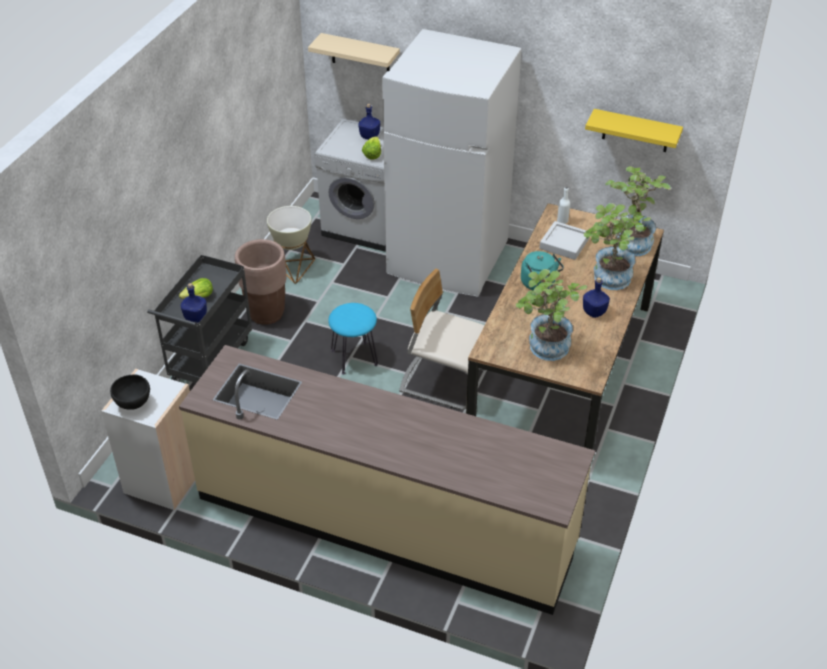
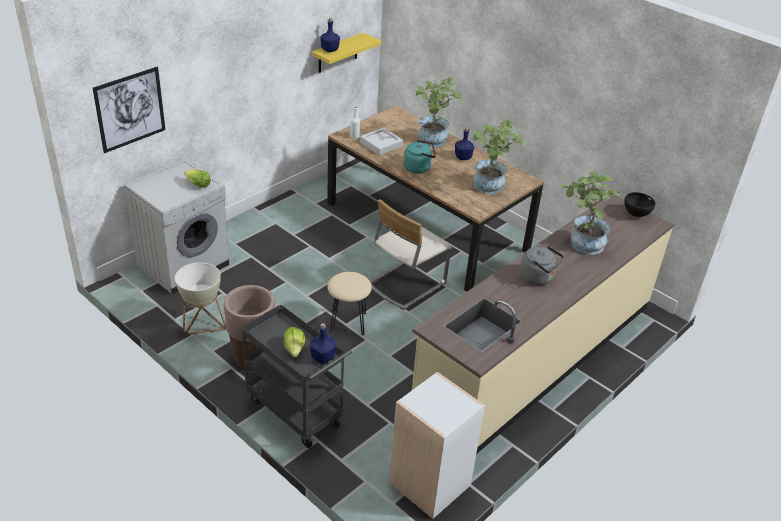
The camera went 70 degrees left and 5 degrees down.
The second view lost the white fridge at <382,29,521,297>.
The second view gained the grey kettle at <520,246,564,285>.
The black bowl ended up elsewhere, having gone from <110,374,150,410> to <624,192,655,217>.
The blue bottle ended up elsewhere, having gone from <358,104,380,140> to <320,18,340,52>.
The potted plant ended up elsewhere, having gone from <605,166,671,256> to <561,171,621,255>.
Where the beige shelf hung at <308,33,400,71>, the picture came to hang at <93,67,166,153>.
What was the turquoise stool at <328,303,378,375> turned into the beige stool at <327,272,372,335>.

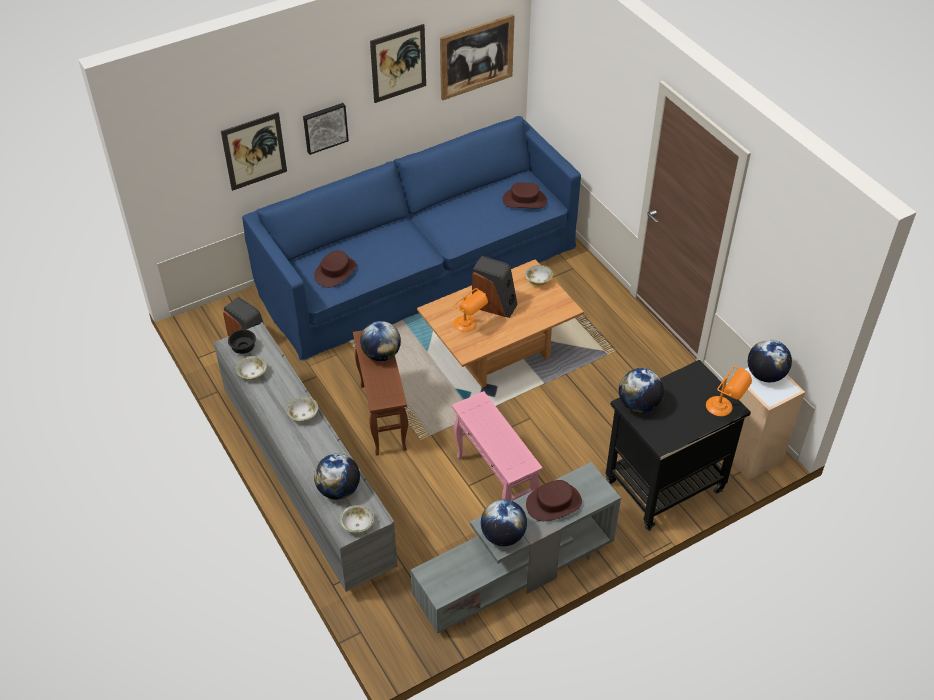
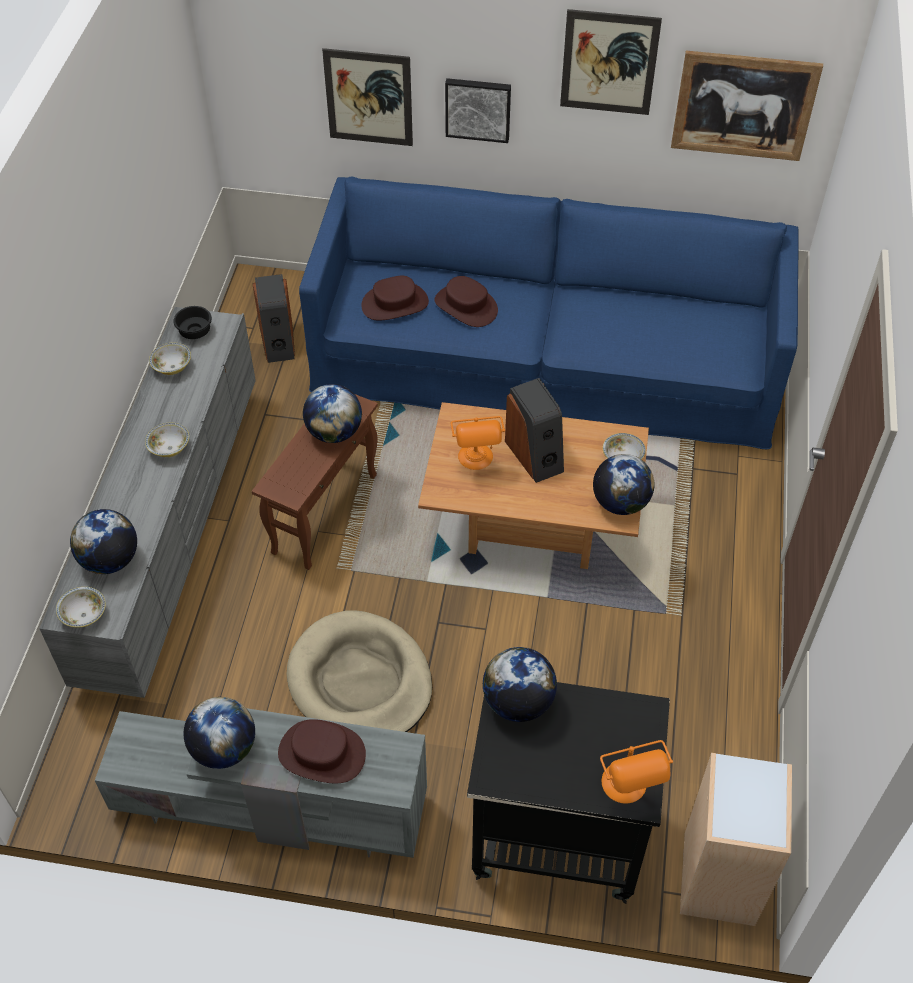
The camera went 40 degrees right and 5 degrees up.
The brown hat ended up elsewhere, having gone from <502,182,547,208> to <434,276,498,327>.
The globe ended up elsewhere, having gone from <748,340,792,382> to <593,454,655,515>.
Where the pink side table stood at <452,391,543,501>, the beige dog bed came to stand at <287,610,432,732>.

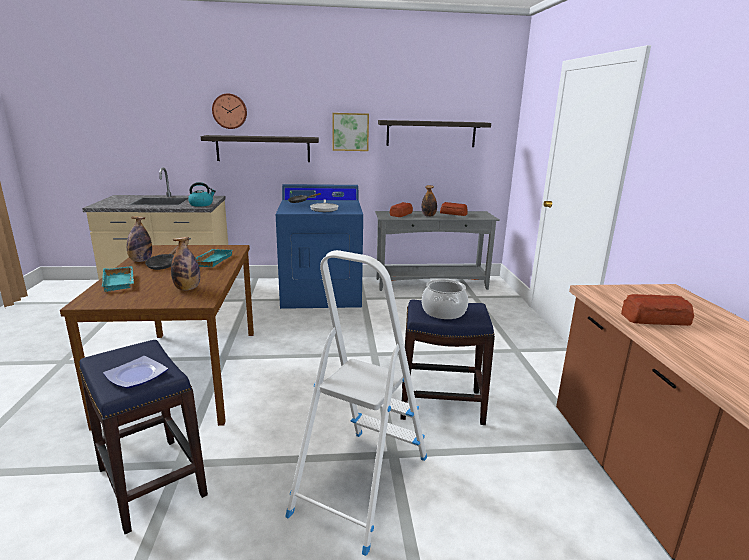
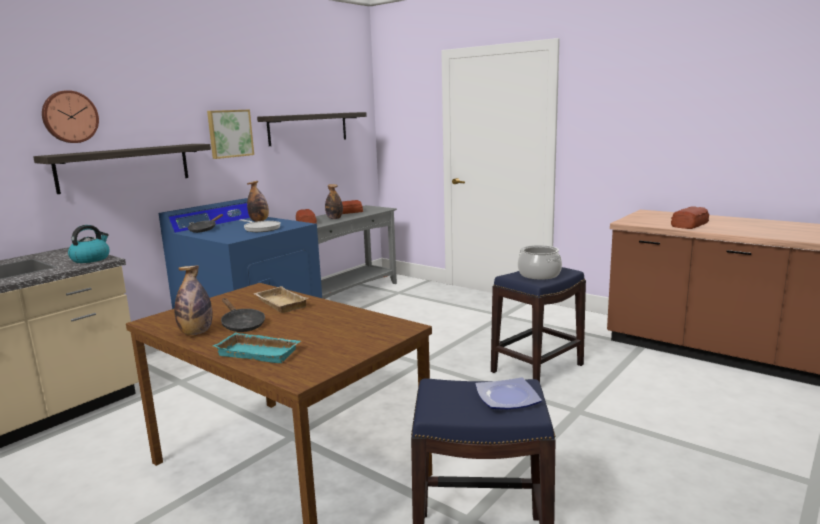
The camera went 45 degrees left and 5 degrees down.
The second view lost the white step ladder at <285,250,427,556>.
The bottle ended up elsewhere, having gone from <171,237,200,291> to <247,181,269,222>.
What was the turquoise tray at <196,249,233,267> turned into the beige tray at <254,286,308,313>.

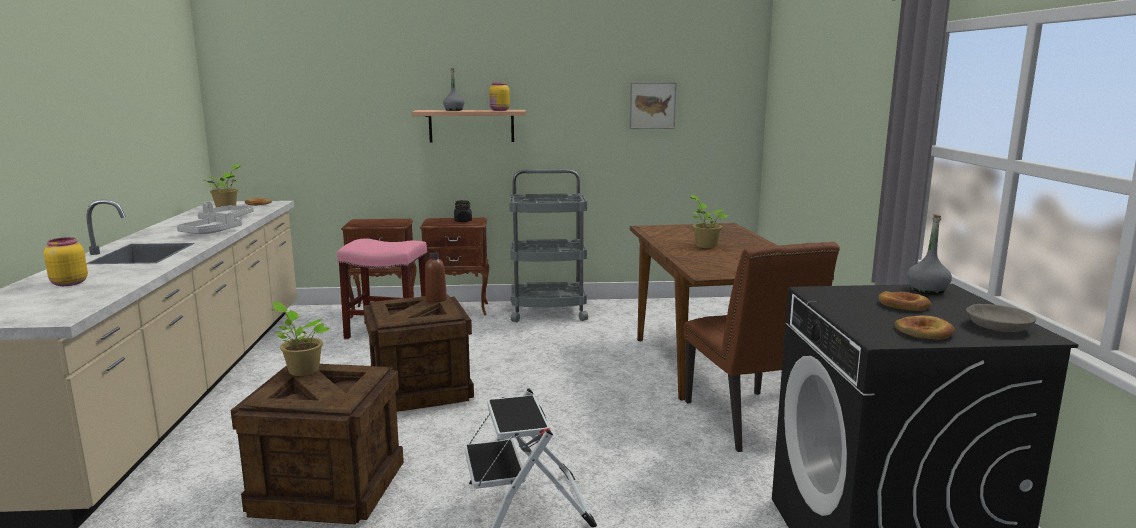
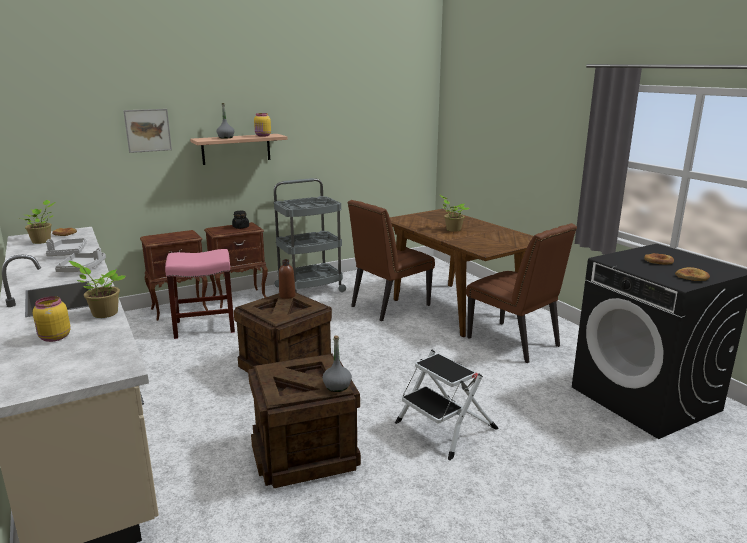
The camera went 25 degrees left and 5 degrees up.
The second view lost the grey bowl at <966,304,1036,332>.
The second view gained the brown chair at <348,200,435,321>.
The potted plant ended up elsewhere, having gone from <271,302,330,376> to <69,261,126,318>.
The picture ended up elsewhere, having gone from <629,82,676,129> to <123,109,172,153>.
The grey bottle ended up elsewhere, having gone from <907,214,952,294> to <322,335,352,392>.

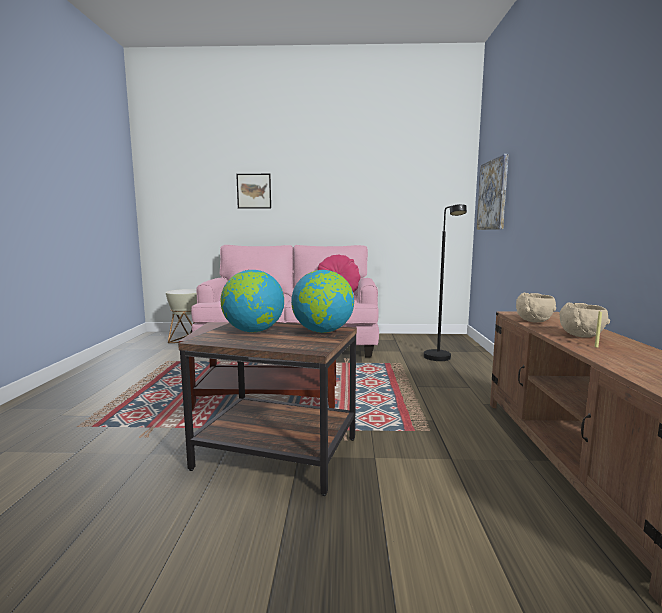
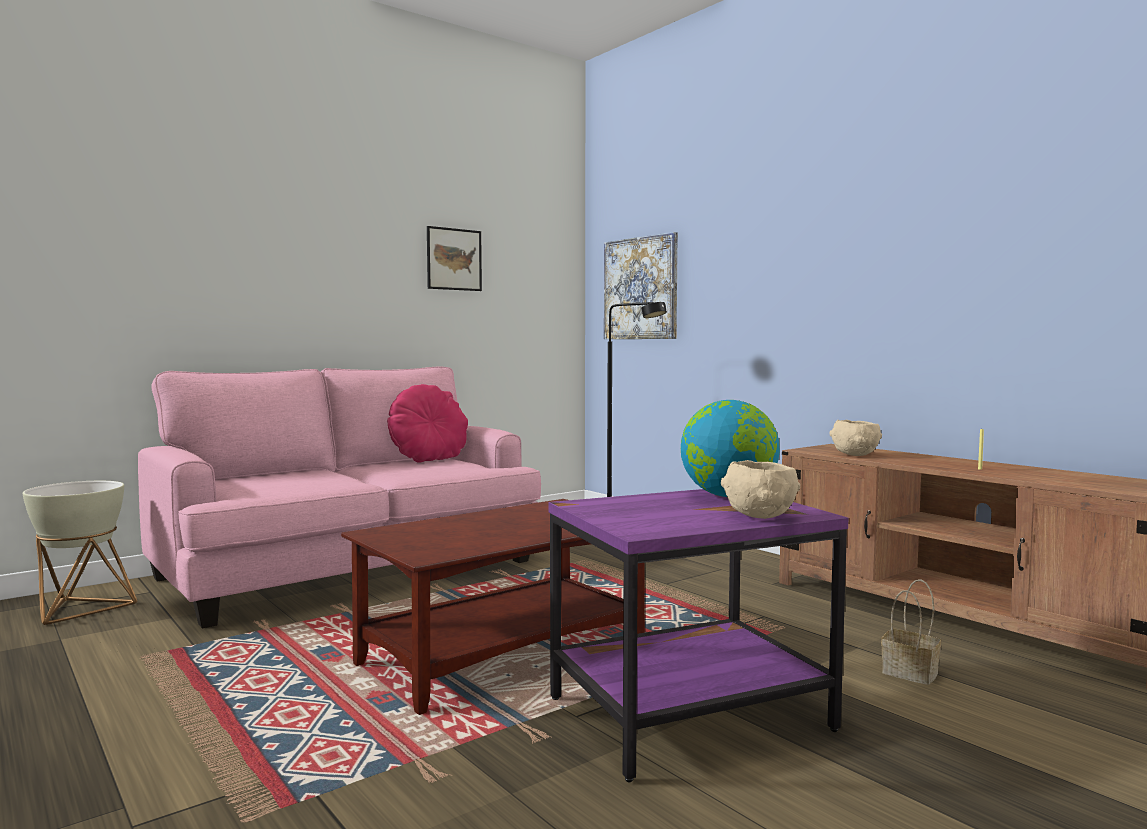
The camera went 40 degrees left and 5 degrees down.
The second view lost the globe at <221,270,284,332>.
The second view gained the basket at <881,579,941,685>.
The picture ended up elsewhere, having gone from <236,174,271,209> to <427,226,482,291>.
The beige bowl ended up elsewhere, having gone from <559,302,610,338> to <721,460,800,519>.
What was the brown side table at <178,322,357,496> turned into the purple side table at <548,489,848,782>.

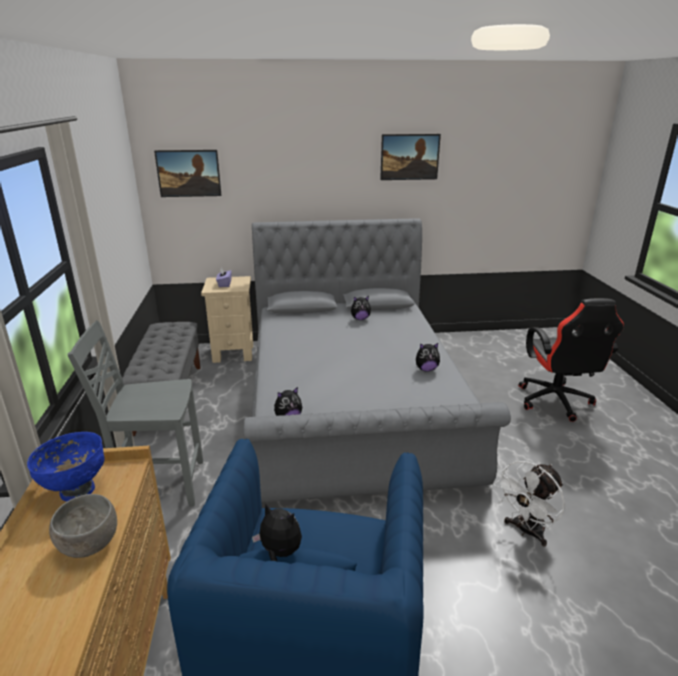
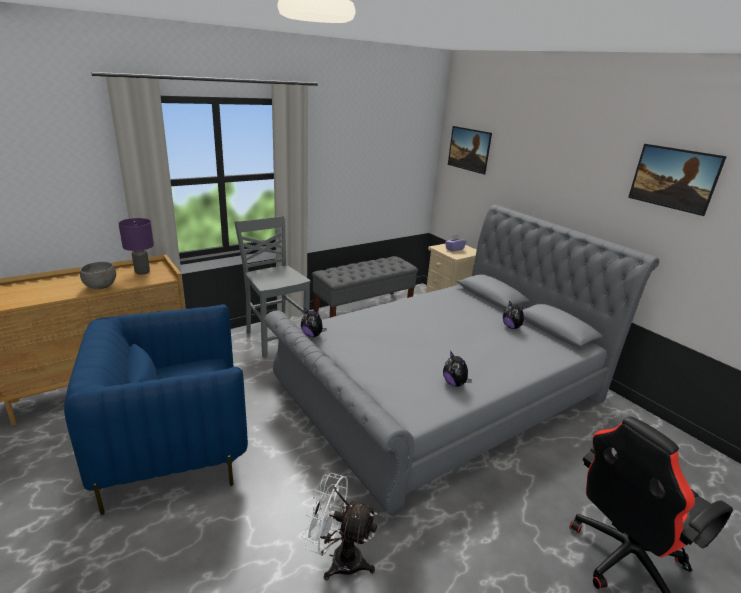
The camera went 60 degrees right and 0 degrees up.
The second view lost the plush toy at <252,503,302,561>.
Where the blue bowl stood at <27,432,104,501>, the purple table lamp came to stand at <119,218,154,275>.

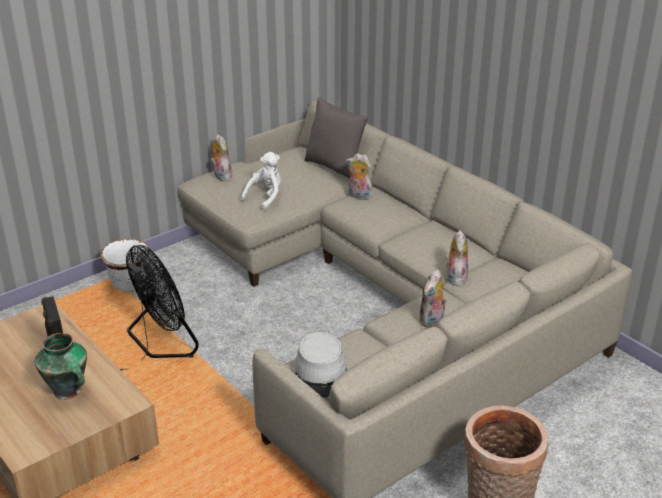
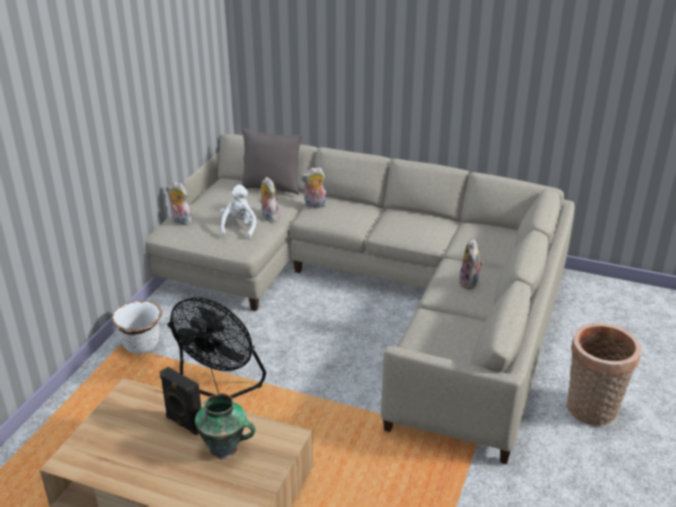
The camera went 30 degrees left and 0 degrees up.
The second view lost the grey hat at <294,332,347,397>.
The plush toy ended up elsewhere, having gone from <445,230,468,286> to <259,177,279,222>.

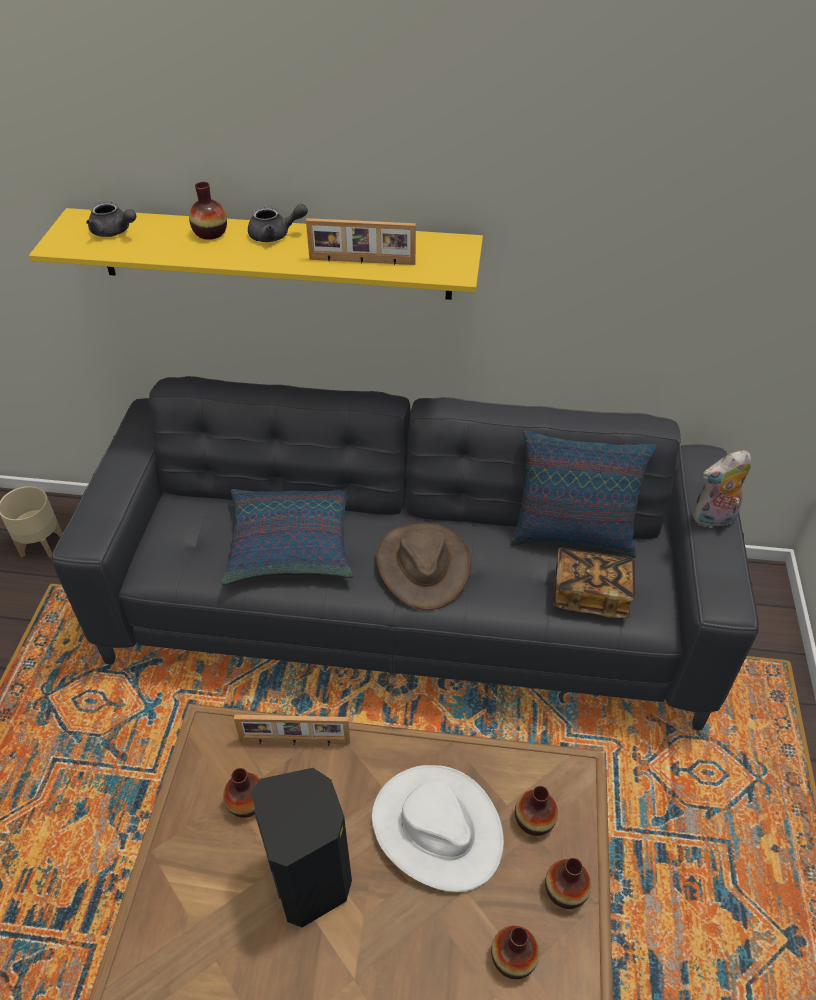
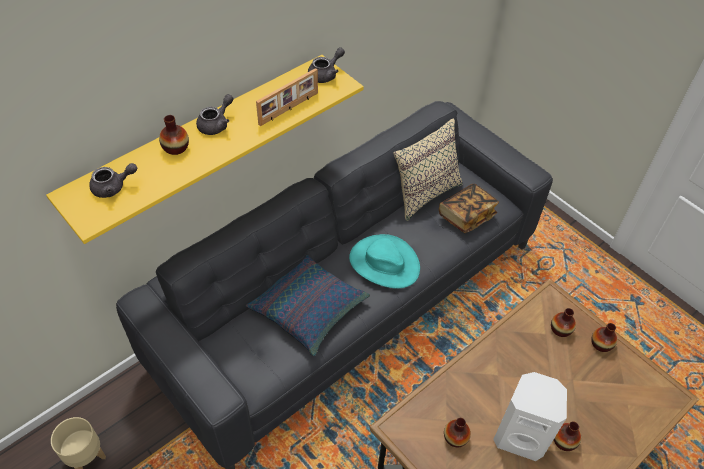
The camera went 50 degrees left and 5 degrees up.
The second view lost the picture frame at <234,715,350,746>.
The second view lost the white hat at <372,765,504,892>.
The second view lost the plush toy at <693,450,751,528>.
The second view gained the grey teapot at <308,47,345,83>.
The vase ended up elsewhere, having gone from <491,925,539,979> to <554,422,581,451>.
What was the black speaker at <251,768,352,927> turned into the white speaker at <493,372,567,461>.
What was the brown hat at <376,523,471,610> turned into the turquoise hat at <349,234,420,289>.
What was the blue pillow at <510,430,657,558> turned into the beige pillow at <394,118,463,221>.

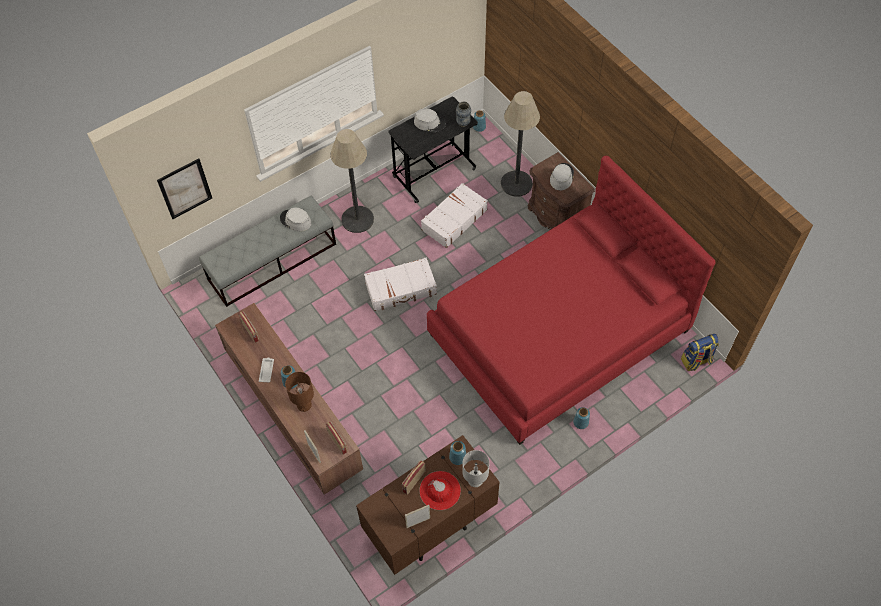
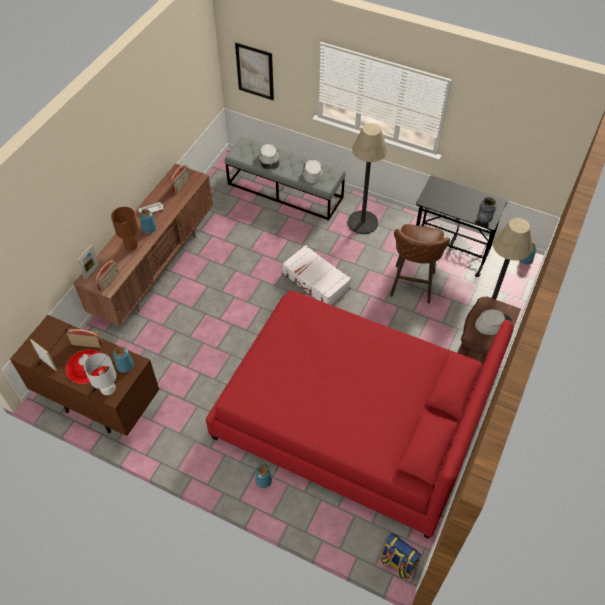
The camera went 60 degrees right and 5 degrees down.
The grey hat ended up elsewhere, having gone from <414,108,446,132> to <259,144,280,169>.
Where the white suitcase stood at <421,183,488,248>, the brown stool came to stand at <390,224,450,303>.

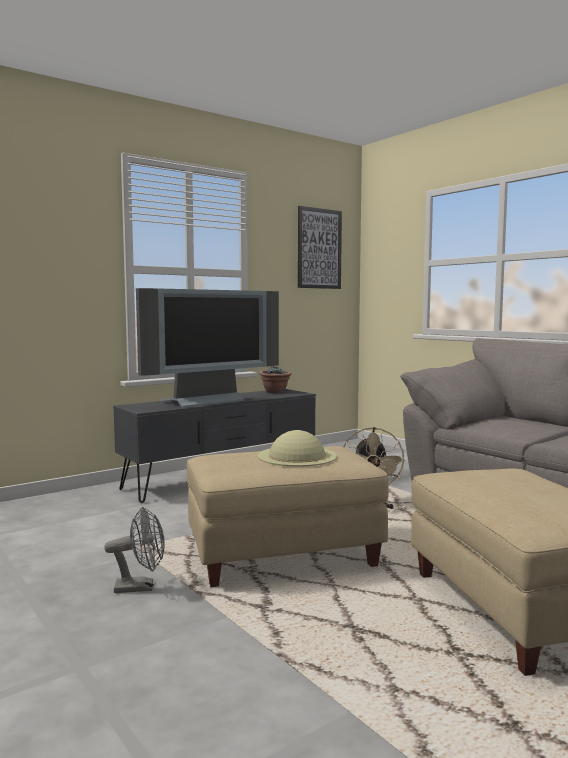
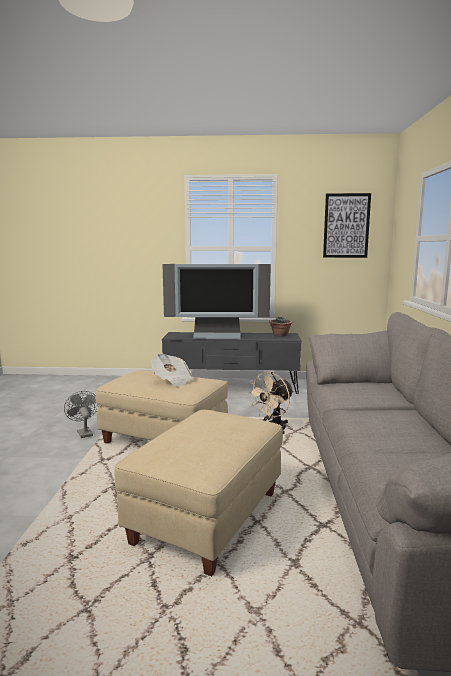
The camera went 40 degrees right and 5 degrees up.
Where the beige hat stood at <257,430,337,467>, the newspaper came to stand at <151,353,193,387>.
The grey fan at <104,507,165,593> ended up facing another way, 150 degrees counterclockwise from before.

